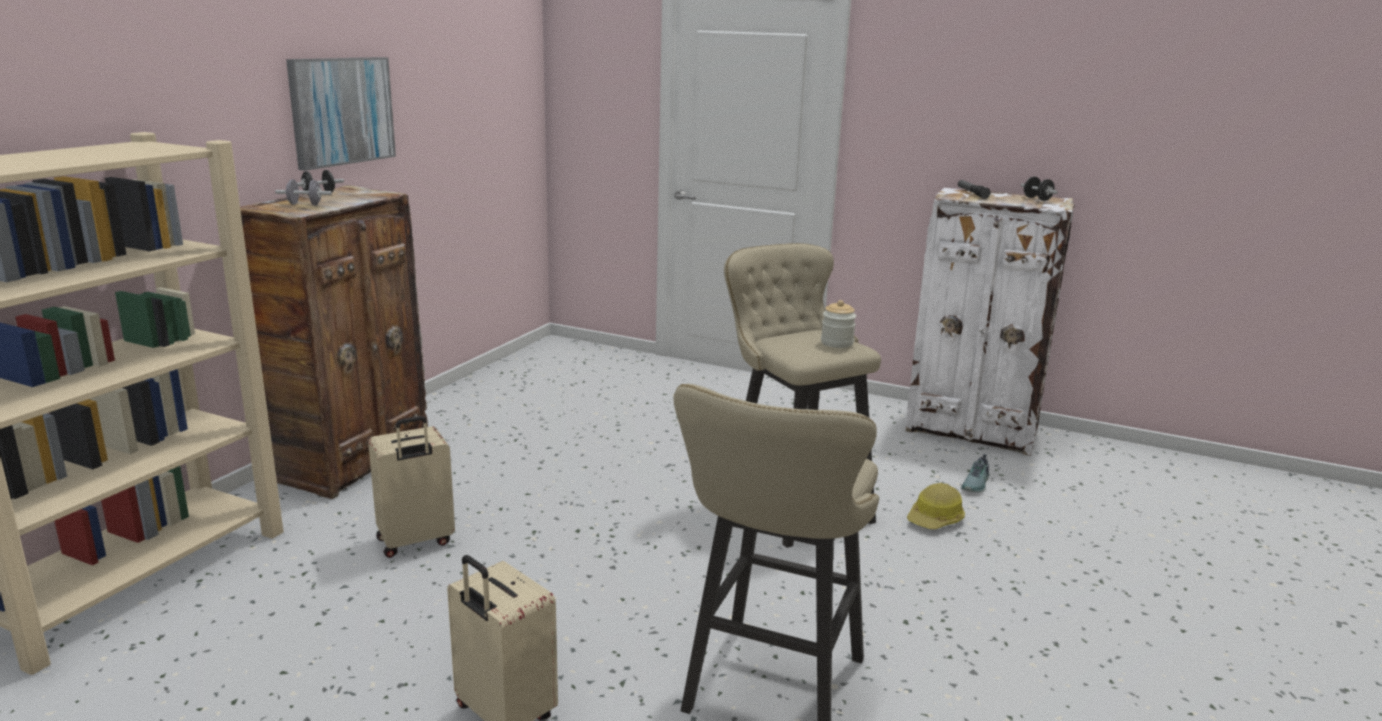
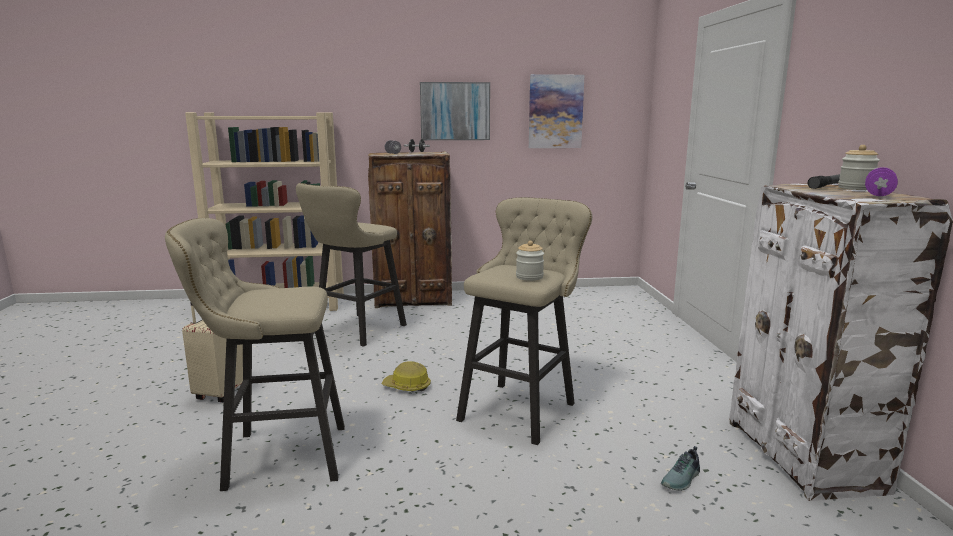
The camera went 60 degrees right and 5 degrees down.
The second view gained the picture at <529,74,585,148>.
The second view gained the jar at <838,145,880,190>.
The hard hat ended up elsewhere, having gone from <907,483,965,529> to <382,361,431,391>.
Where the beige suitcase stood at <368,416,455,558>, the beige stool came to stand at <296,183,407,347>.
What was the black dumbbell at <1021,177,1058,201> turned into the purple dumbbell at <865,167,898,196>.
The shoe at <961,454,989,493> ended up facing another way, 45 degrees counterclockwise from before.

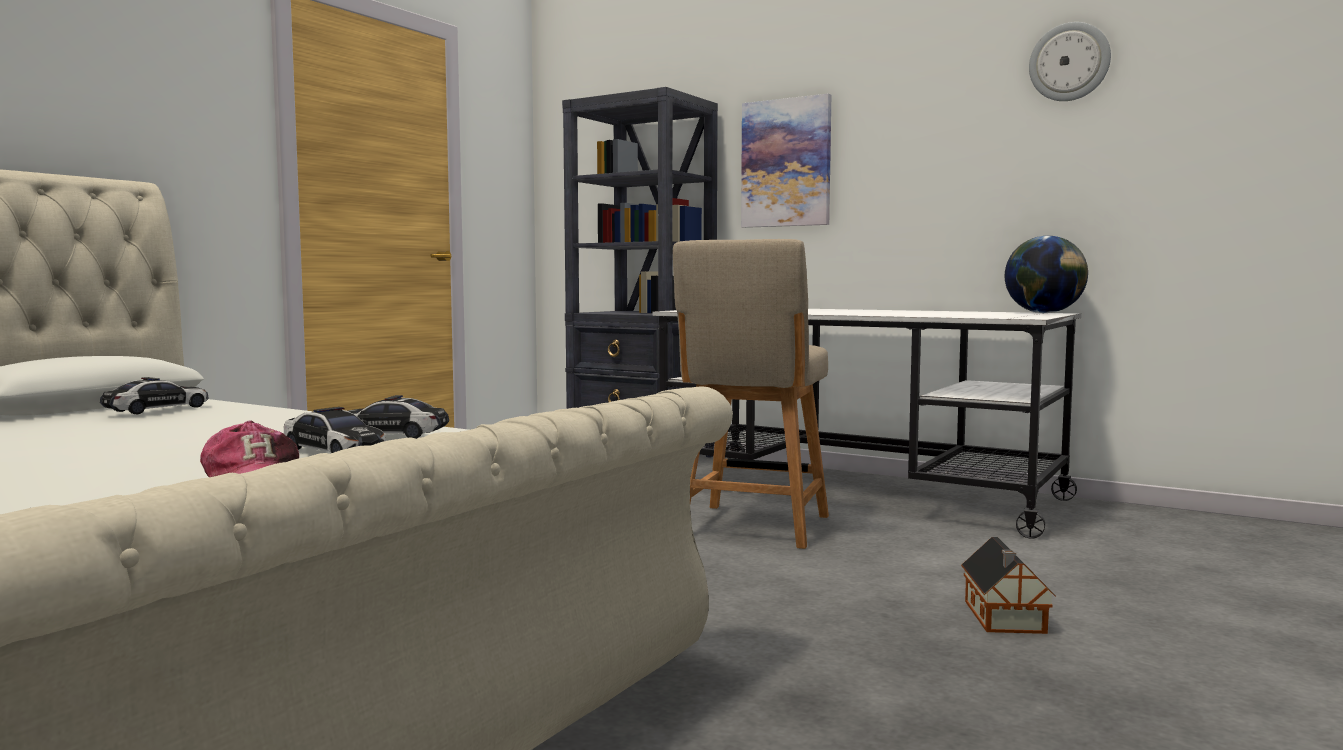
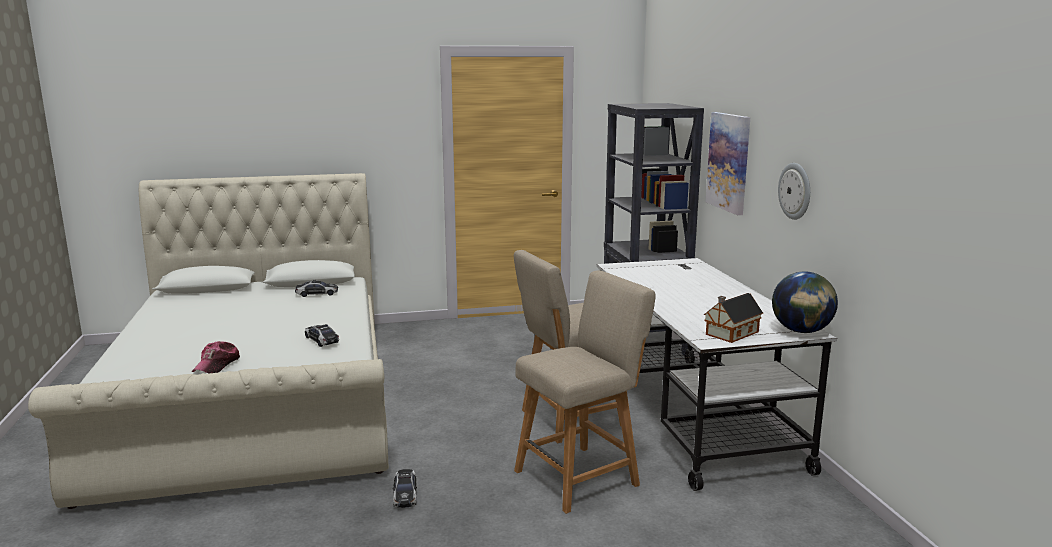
The camera went 45 degrees right and 10 degrees up.
The second view gained the beige chair at <514,271,656,514>.
The toy car ended up elsewhere, having gone from <284,407,385,453> to <392,469,417,508>.
The toy house ended up elsewhere, having gone from <961,537,1056,634> to <704,293,763,343>.
The wall clock ended up elsewhere, having gone from <1029,22,1111,101> to <778,163,810,220>.

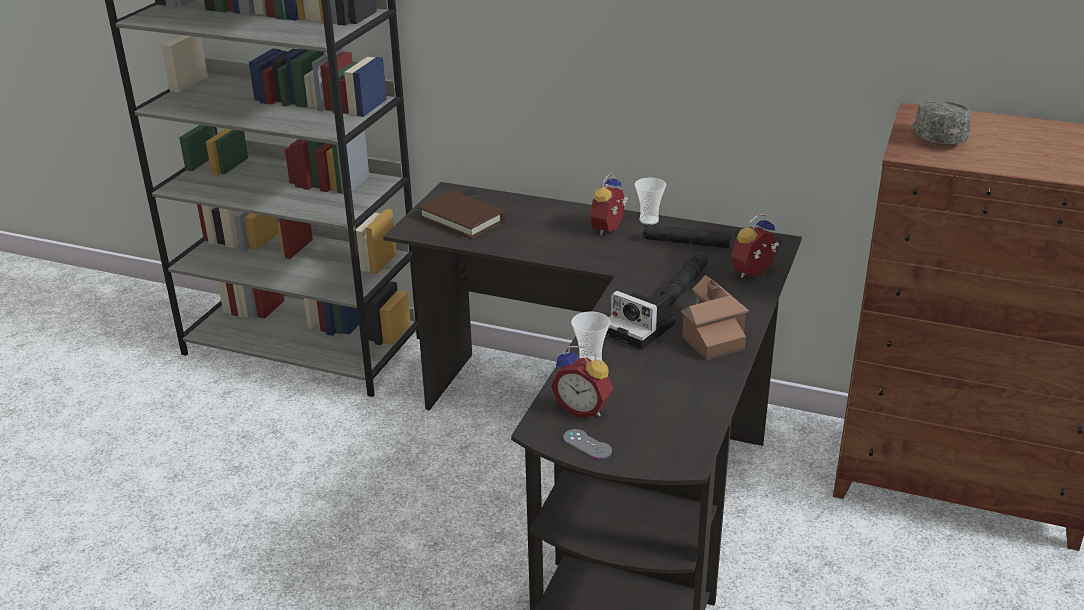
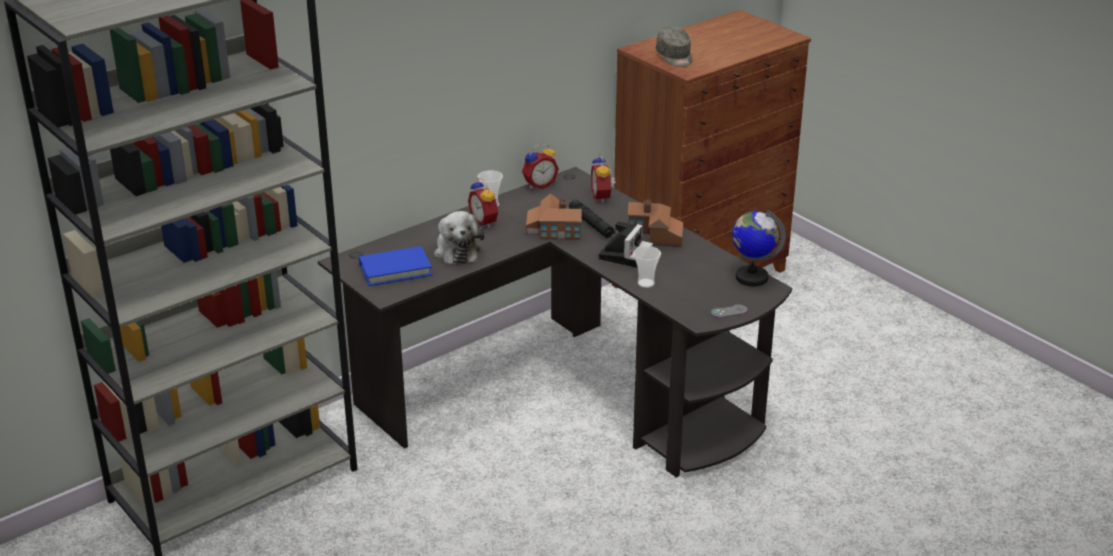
The camera went 60 degrees left and 0 degrees up.
The second view lost the black flashlight at <642,224,731,248>.
The second view gained the plush toy at <434,211,484,265>.
The second view gained the toy house at <526,193,582,240>.
The second view gained the globe at <732,210,786,286>.
The alarm clock ended up elsewhere, having gone from <551,346,613,417> to <522,144,559,189>.
What was the brown book at <418,191,506,239> turned into the blue book at <359,246,432,286>.
The photo camera at <606,291,676,350> ended up facing another way, 45 degrees counterclockwise from before.
The grey cap at <911,101,971,144> ended up facing another way, 135 degrees counterclockwise from before.

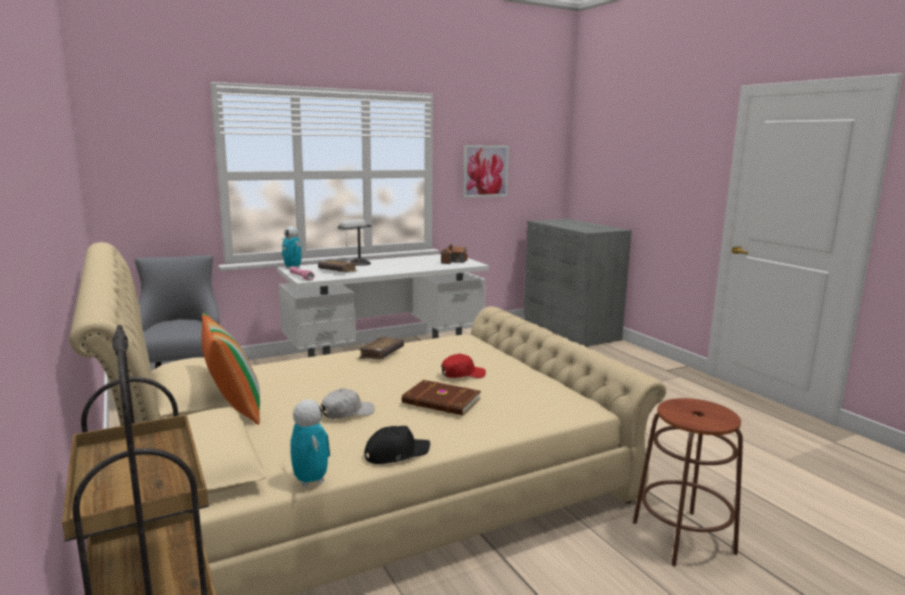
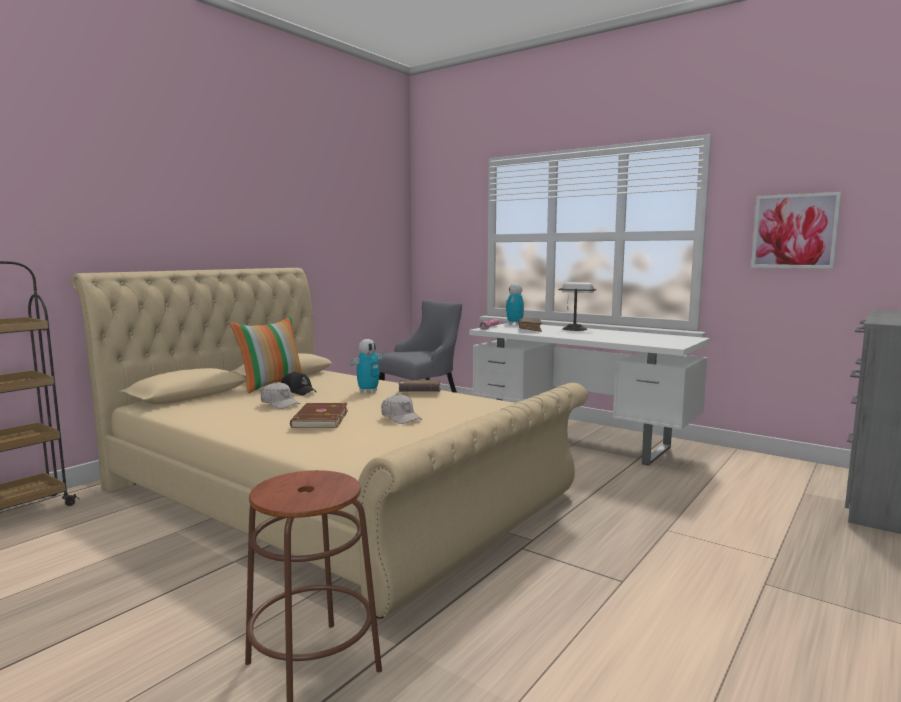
The camera went 65 degrees right and 5 degrees down.
The second view lost the toy house at <441,244,468,264>.
The toy robot ended up elsewhere, having gone from <290,400,330,487> to <350,339,384,393>.
The black cap ended up elsewhere, having gone from <365,426,430,464> to <281,371,317,396>.
What was the red cap at <441,354,486,378> turned into the white cap at <381,394,422,424>.

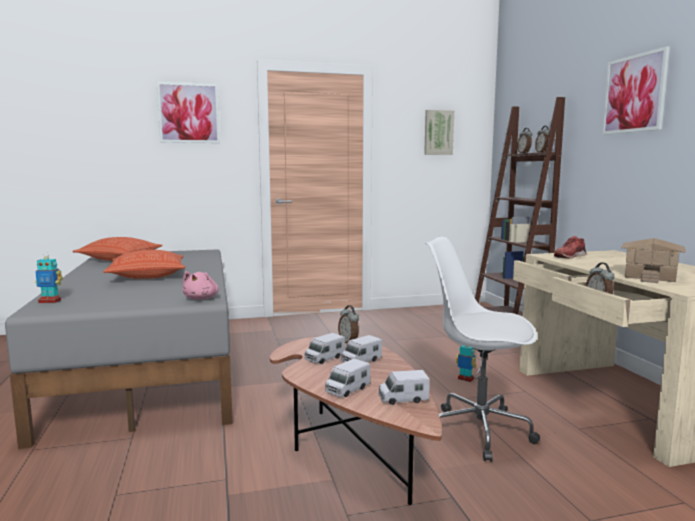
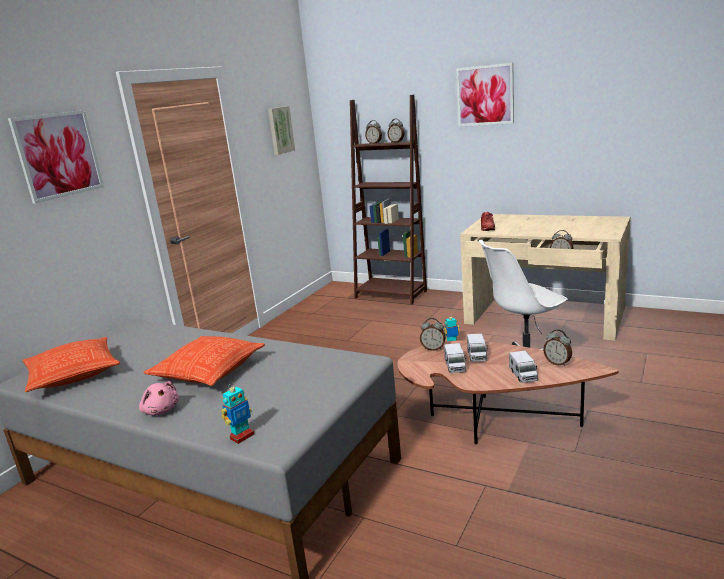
The camera went 45 degrees left and 10 degrees up.
The second view lost the toy house at <621,238,686,283>.
The pink plush toy ended up elsewhere, having gone from <183,271,219,300> to <139,381,179,415>.
Where the toy truck stood at <378,370,430,405>, the alarm clock came to stand at <543,329,572,367>.

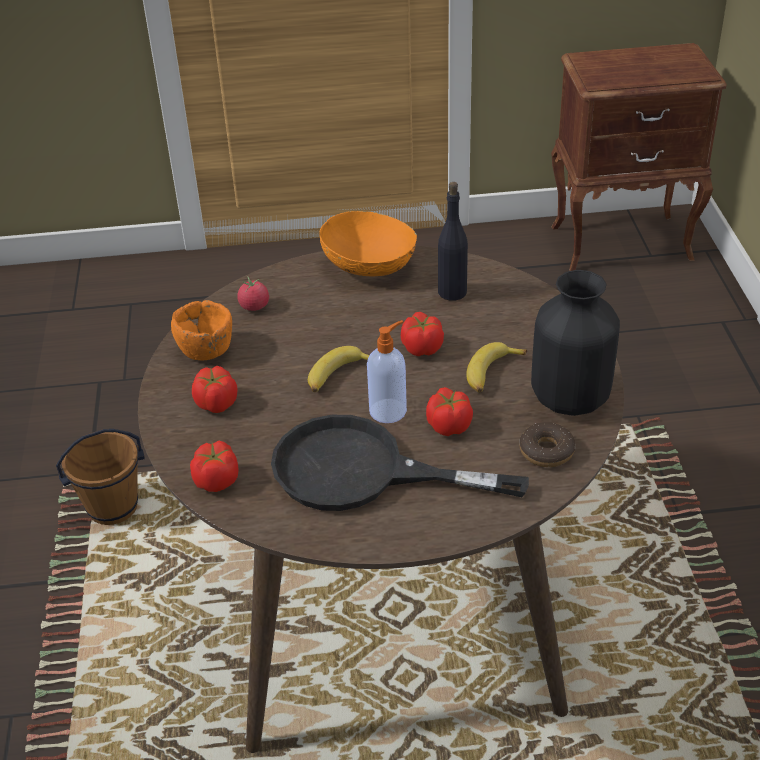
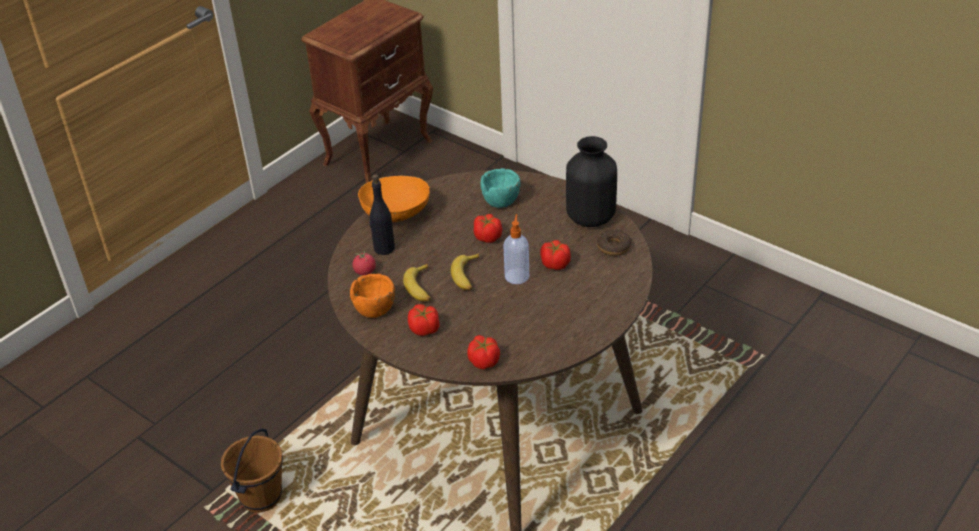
The camera went 45 degrees left and 0 degrees up.
The second view lost the black frying pan at <271,415,529,511>.
The second view gained the turquoise bowl at <480,168,521,208>.
The black bottle ended up elsewhere, having gone from <438,182,468,301> to <370,174,395,255>.
The banana ended up elsewhere, having gone from <466,342,527,393> to <403,264,431,302>.

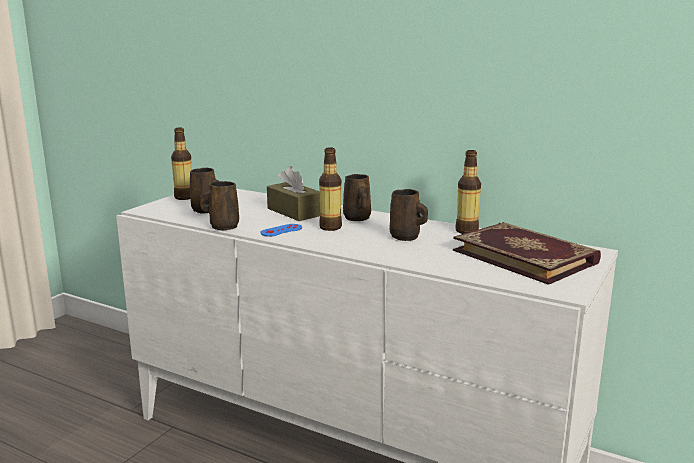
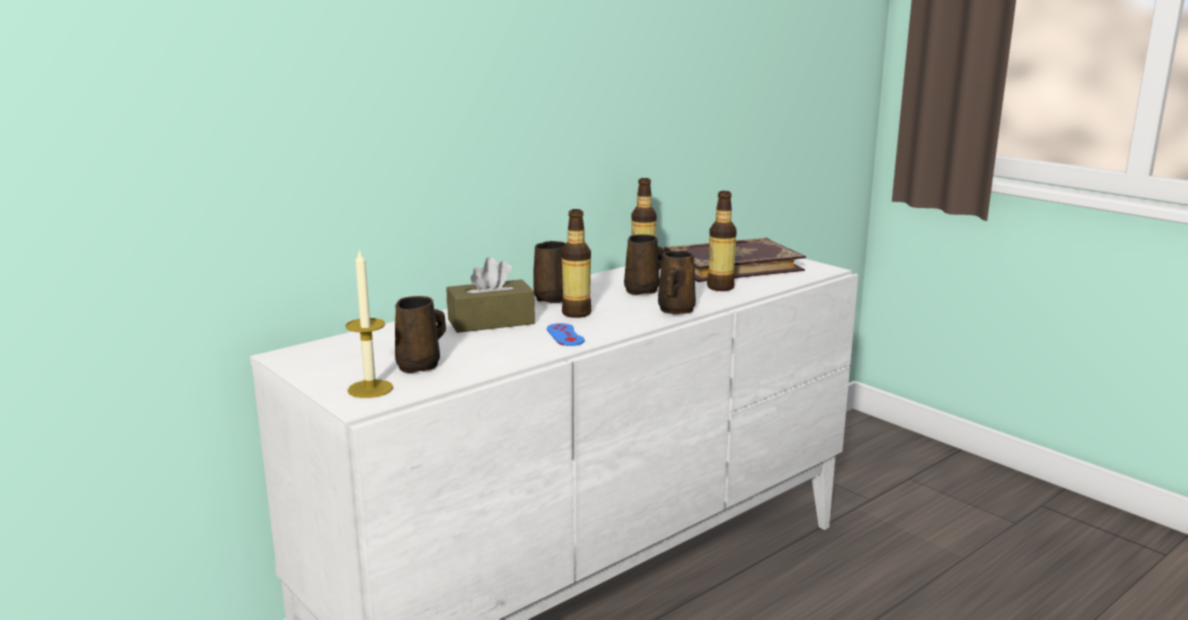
The camera went 70 degrees left and 0 degrees up.
The second view gained the candle at <345,248,393,398>.
The bottle ended up elsewhere, having gone from <171,127,192,200> to <707,191,737,291>.
The brown mug ended up elsewhere, having gone from <200,181,239,231> to <658,250,696,314>.

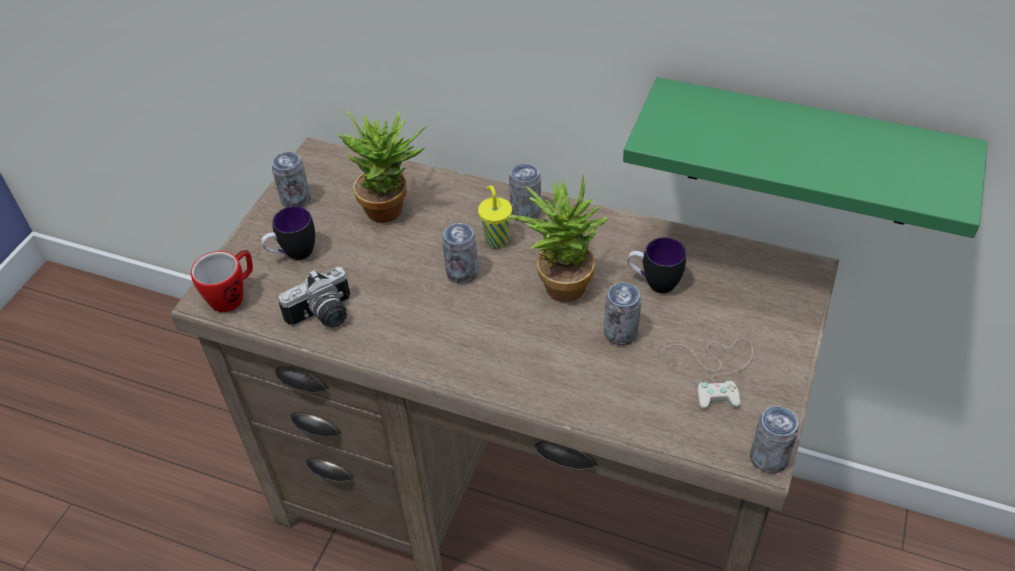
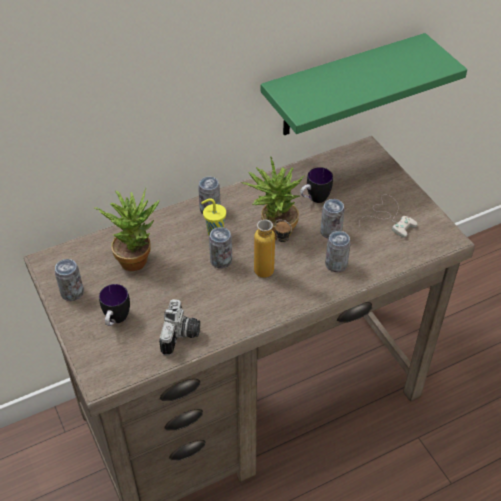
The camera went 50 degrees left and 0 degrees up.
The second view lost the mug at <191,250,253,312>.
The second view gained the bottle at <254,219,292,278>.
The can ended up elsewhere, having gone from <750,406,799,473> to <325,231,351,272>.

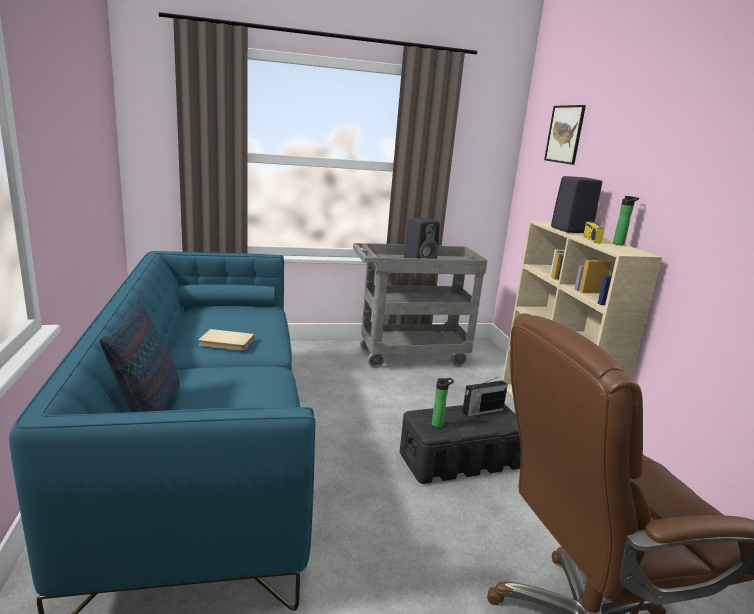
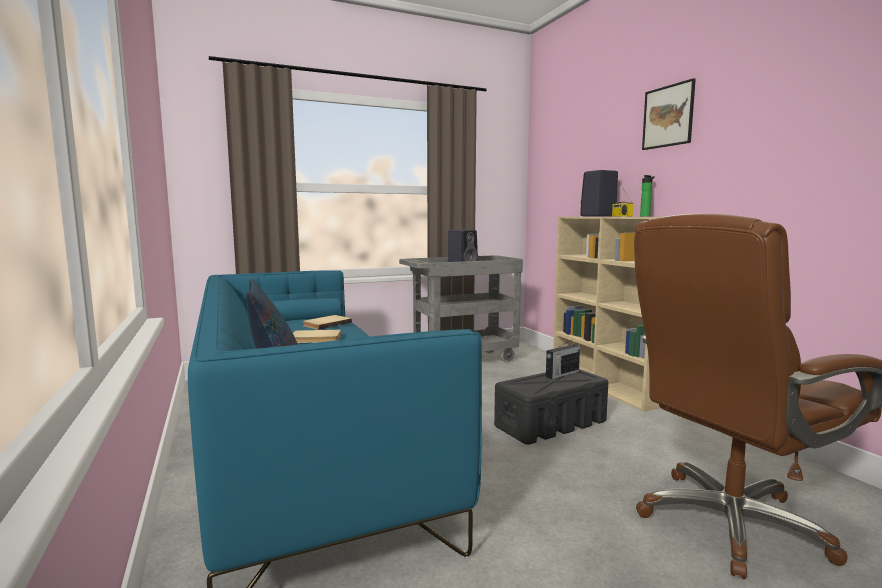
The camera went 10 degrees left and 10 degrees down.
The second view lost the bottle at <432,378,454,427>.
The second view gained the beige book at <303,315,352,330>.
The picture ended up elsewhere, having gone from <544,105,586,165> to <642,78,696,150>.

